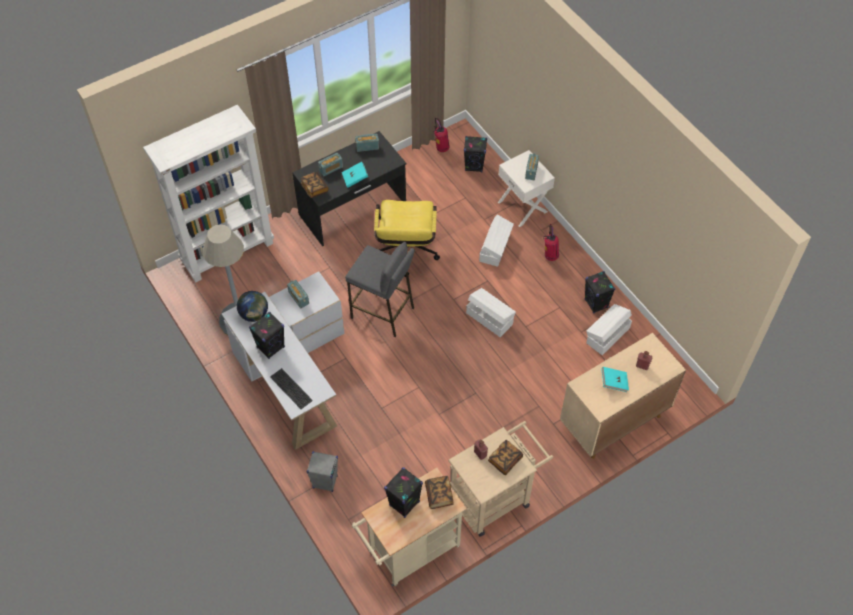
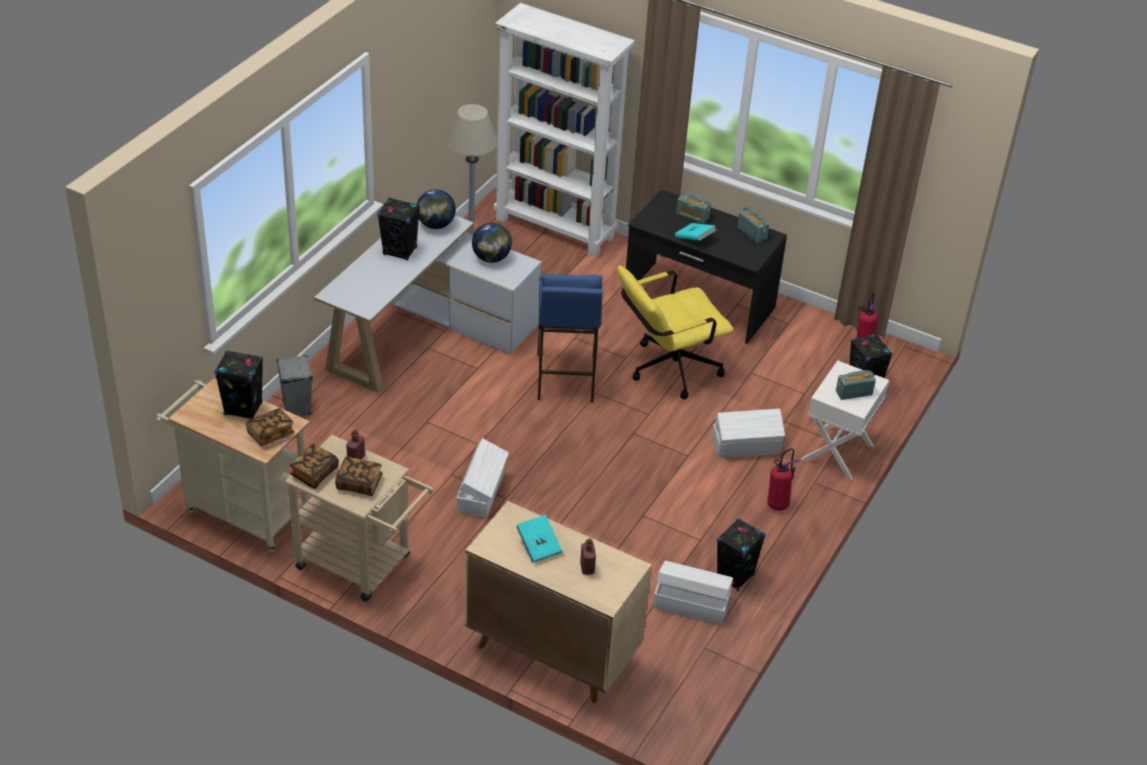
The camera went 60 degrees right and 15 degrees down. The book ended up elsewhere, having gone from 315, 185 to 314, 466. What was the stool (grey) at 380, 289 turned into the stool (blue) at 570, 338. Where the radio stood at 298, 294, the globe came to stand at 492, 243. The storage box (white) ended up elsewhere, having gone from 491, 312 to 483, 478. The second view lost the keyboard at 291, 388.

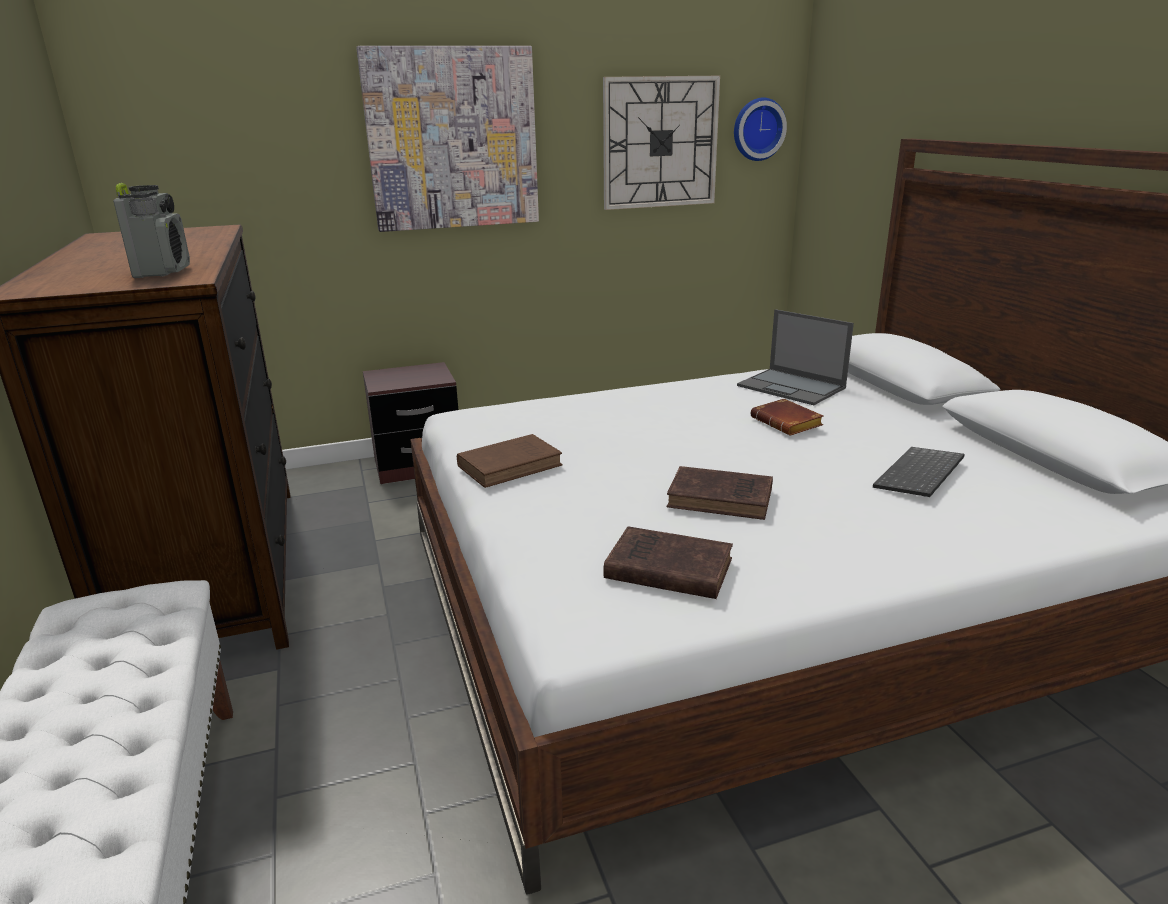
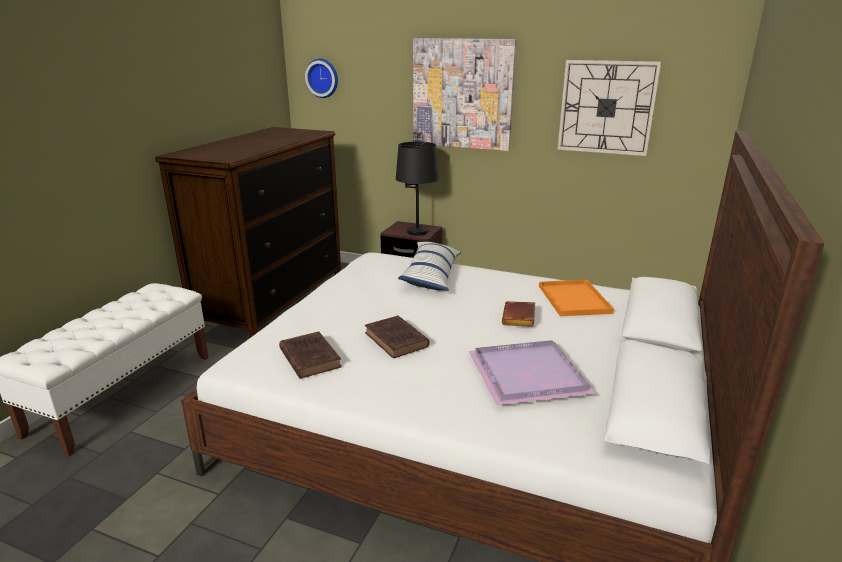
The camera went 40 degrees right and 0 degrees up. The wall clock ended up elsewhere, having gone from 760, 129 to 321, 78. The second view lost the radio at 151, 230. Where the laptop stood at 795, 357, the tray (orange) came to stand at 576, 298. The second view lost the book (brown) at 509, 461. Where the keyboard stood at 918, 472, the tray (purple) came to stand at 532, 373. The second view gained the table lamp (black) at 417, 188. The second view gained the pillow at 429, 266.

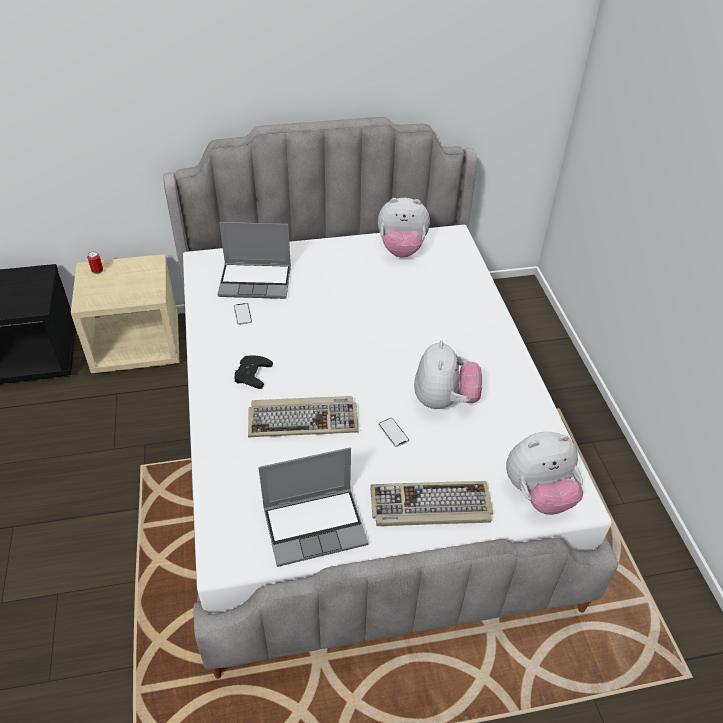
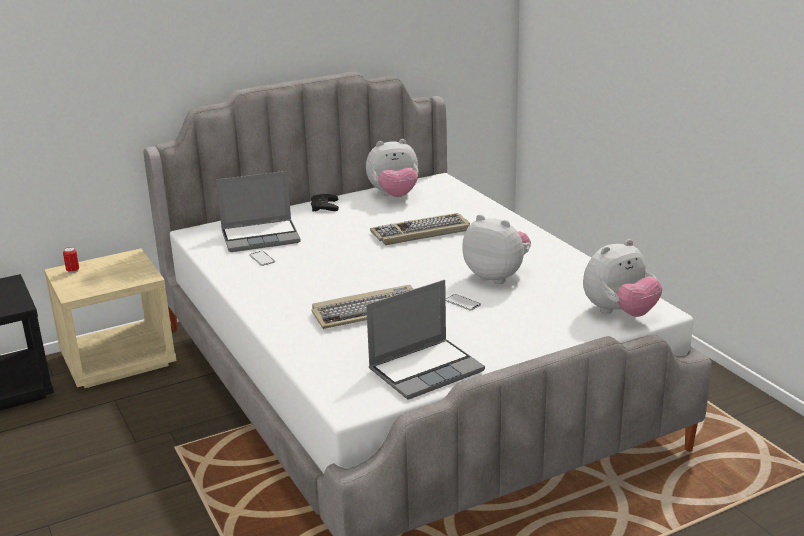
The camera went 15 degrees left and 20 degrees down. The plush toy at 448, 374 ended up facing another way, 45 degrees counterclockwise from before. The game controller (black) ended up elsewhere, having gone from 253, 372 to 325, 203. The keyboard ended up elsewhere, having gone from 431, 503 to 420, 229.

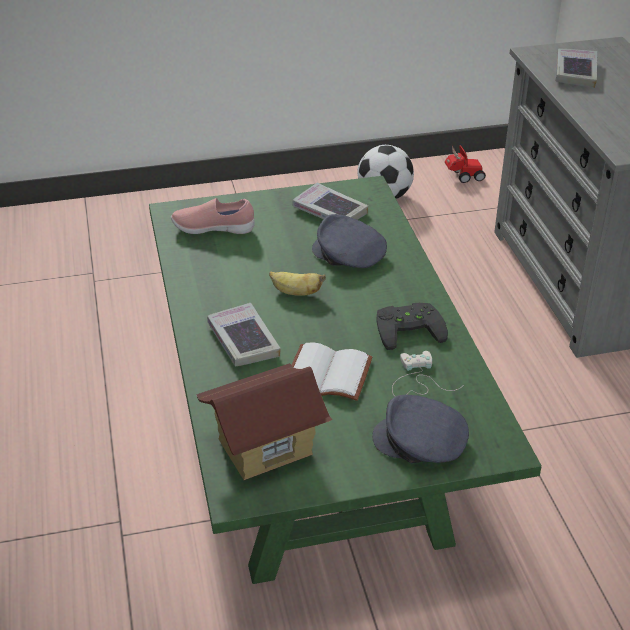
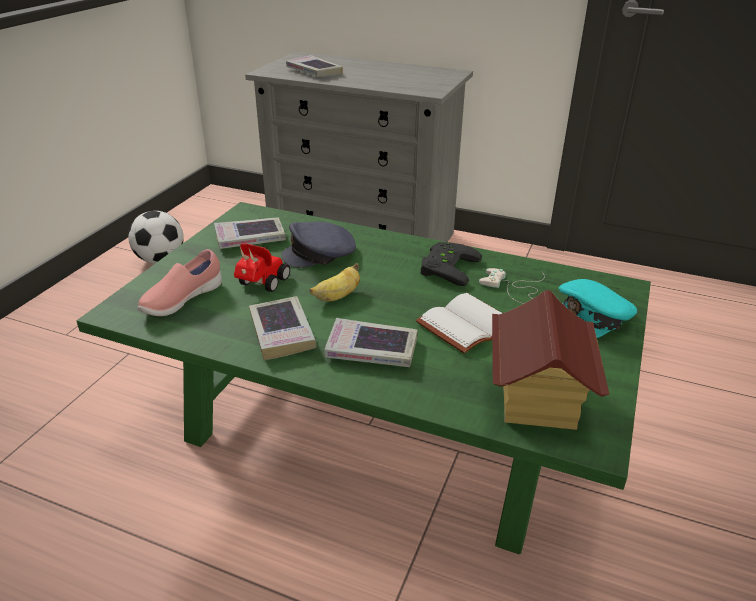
The camera went 55 degrees left and 5 degrees down. The toy car ended up elsewhere, having gone from 465, 164 to 262, 267. What was the cap (grey) at 420, 429 turned into the cap (turquoise) at 598, 308. The second view gained the book at 282, 328.

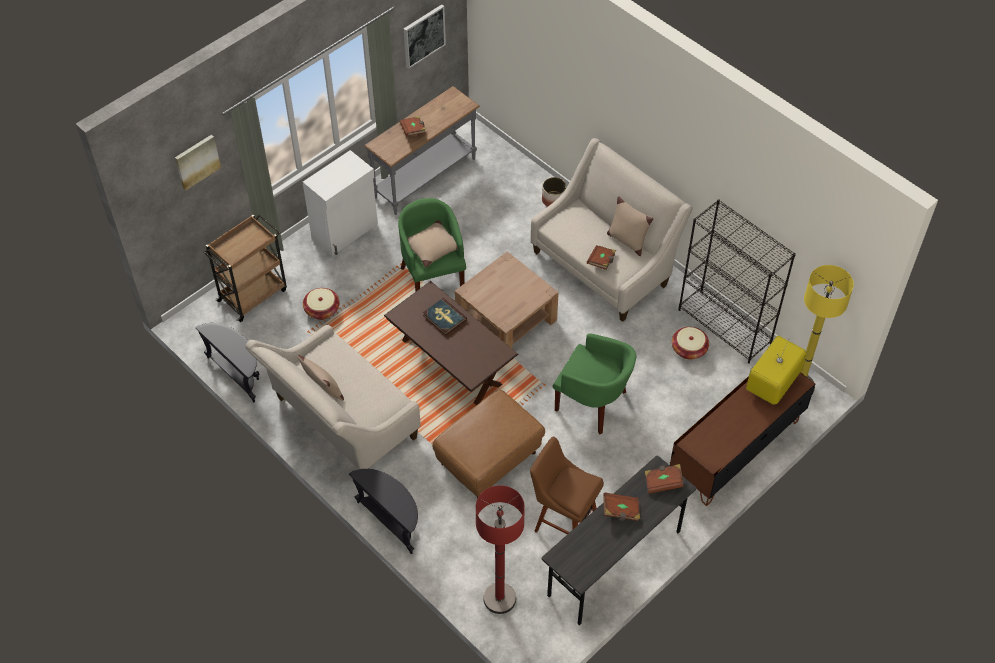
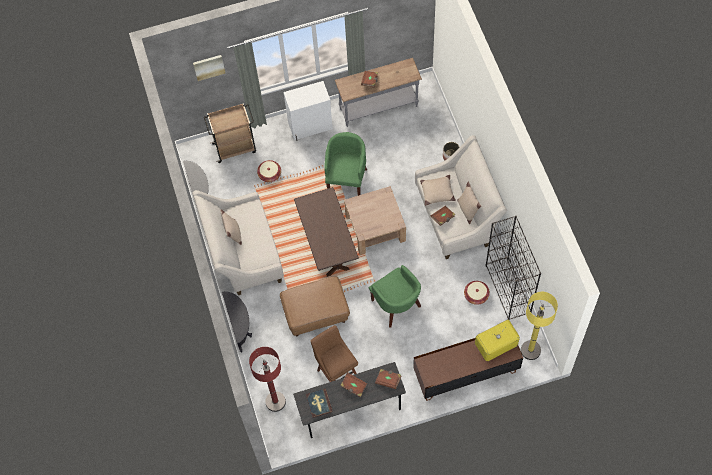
The camera went 30 degrees right and 10 degrees up. The second view lost the picture at 425, 37. The pillow (beige) ended up elsewhere, having gone from 435, 243 to 438, 190. The book ended up elsewhere, having gone from 445, 317 to 319, 403.

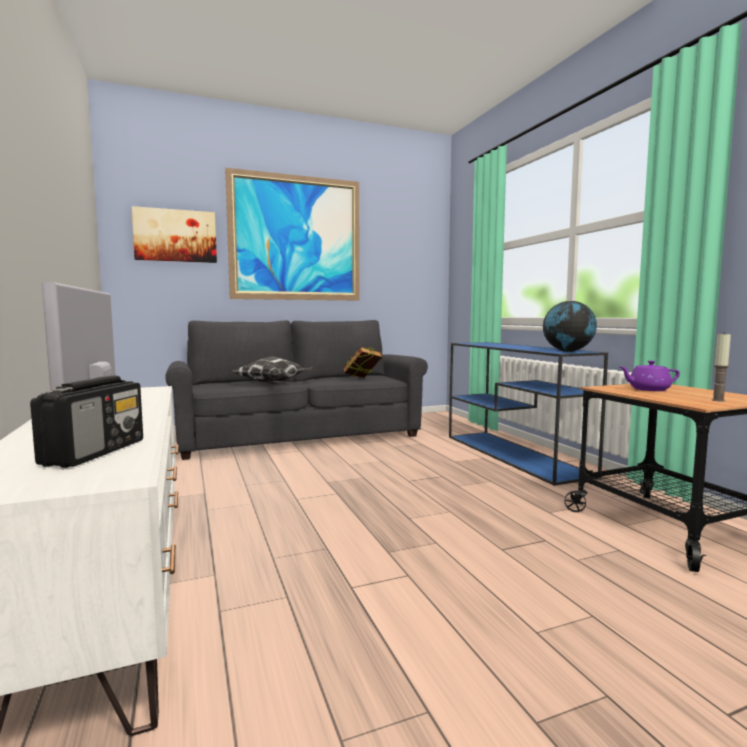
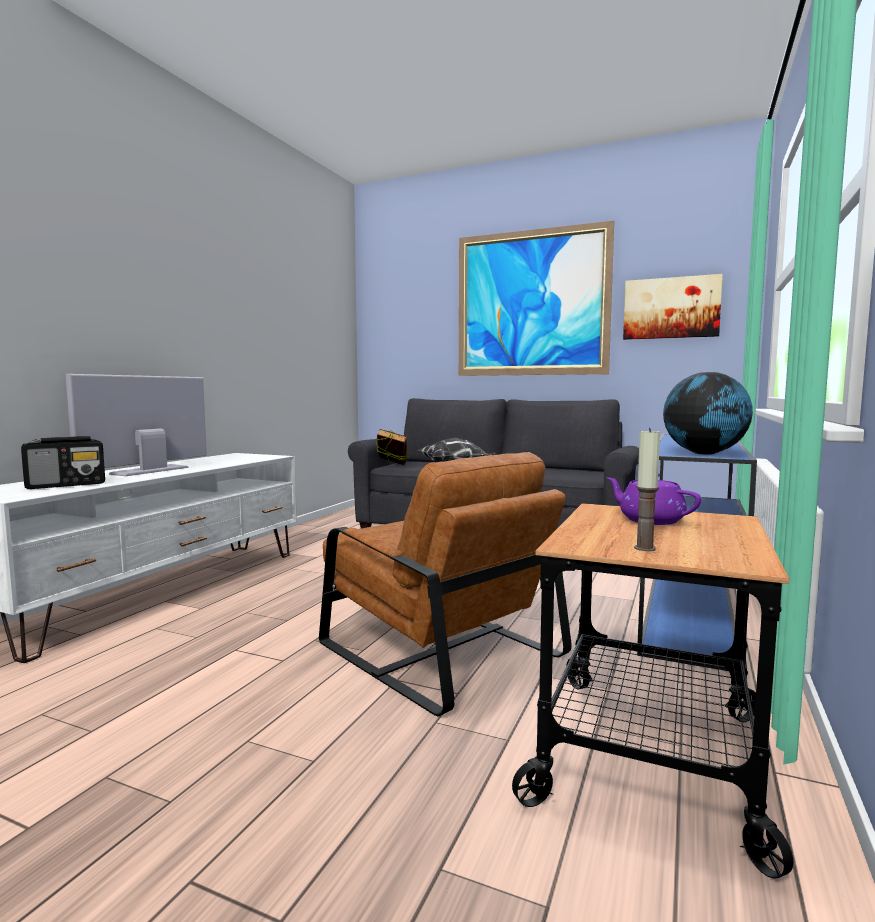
The camera went 45 degrees right and 0 degrees up. The picture ended up elsewhere, having gone from 174, 234 to 673, 307. The book ended up elsewhere, having gone from 362, 362 to 392, 447. The second view gained the armchair (brown) at 445, 584.

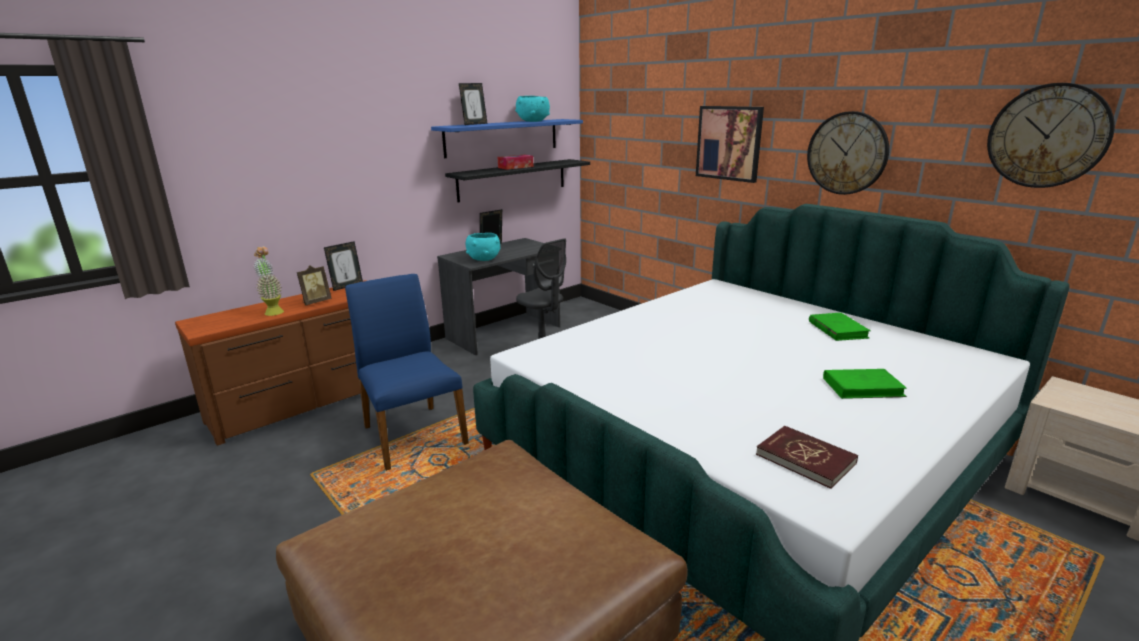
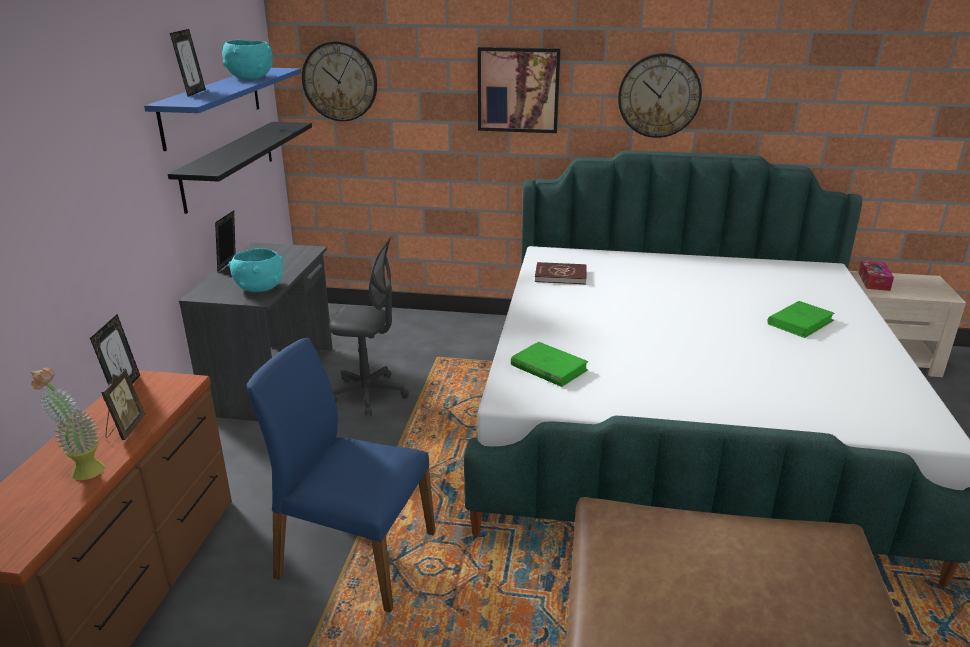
The camera went 40 degrees left and 5 degrees up. The wall clock ended up elsewhere, having gone from 1051, 135 to 339, 81. The tissue box ended up elsewhere, having gone from 515, 162 to 876, 275. The book (green) ended up elsewhere, having gone from 840, 327 to 550, 364. The book (red) ended up elsewhere, having gone from 807, 457 to 561, 273.

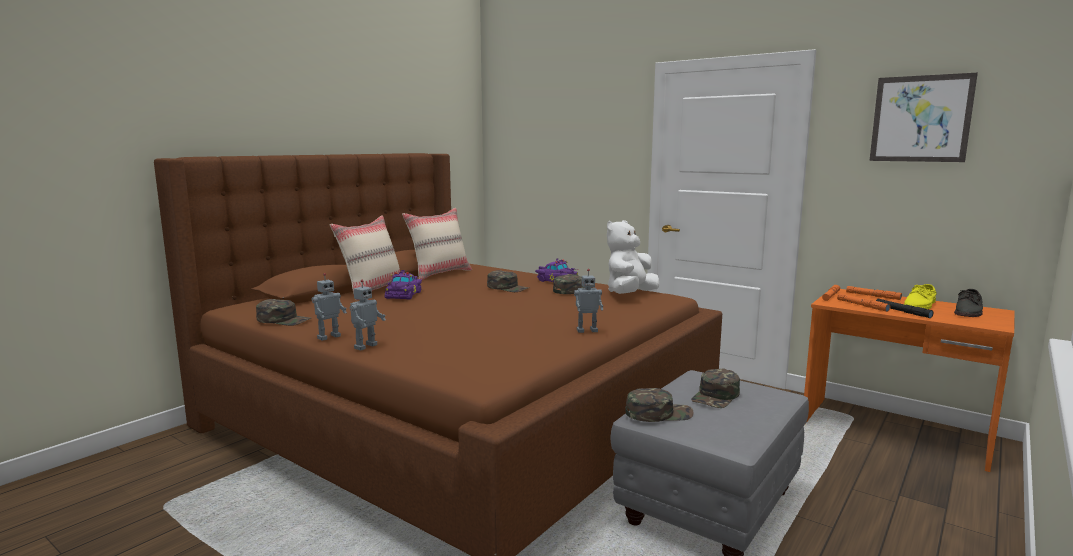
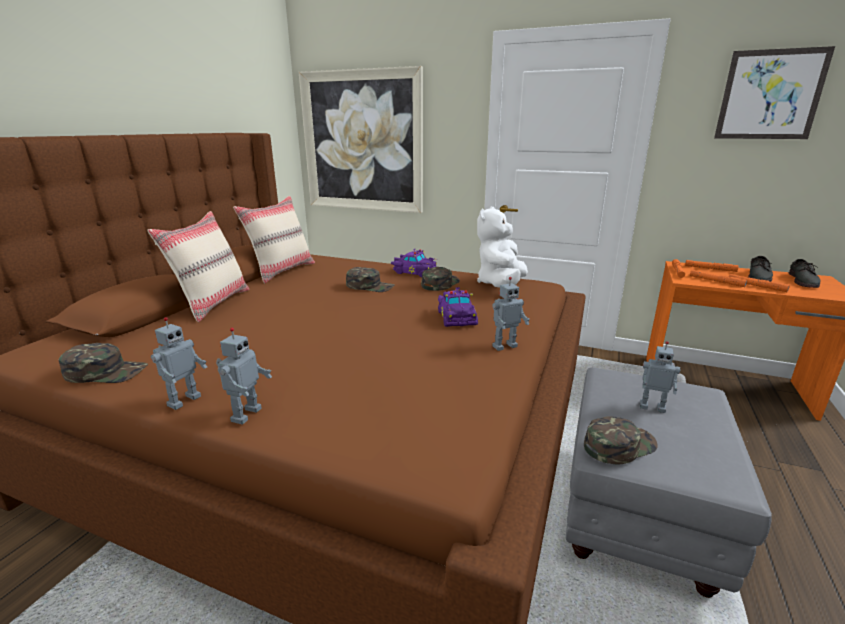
The camera went 15 degrees left and 10 degrees up. The toy car (purple) ended up elsewhere, having gone from 403, 284 to 458, 307. What was the shoe (yellow) at 920, 296 turned into the shoe (grey) at 760, 269. What was the flashlight (black) at 904, 308 turned into the flashlight (orange) at 759, 283. Where the cap (green) stood at 715, 388, the toy robot came to stand at 660, 377. The second view gained the picture at 361, 139.

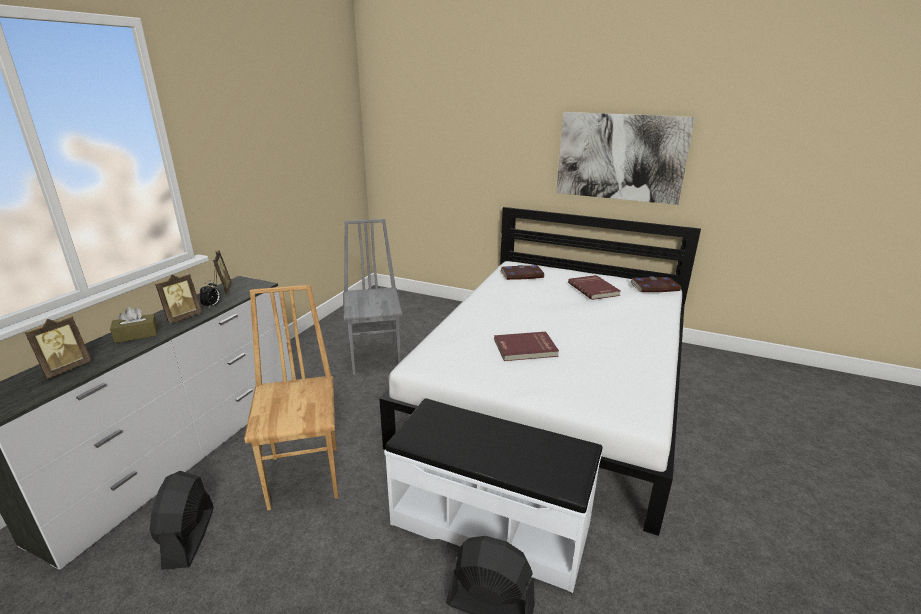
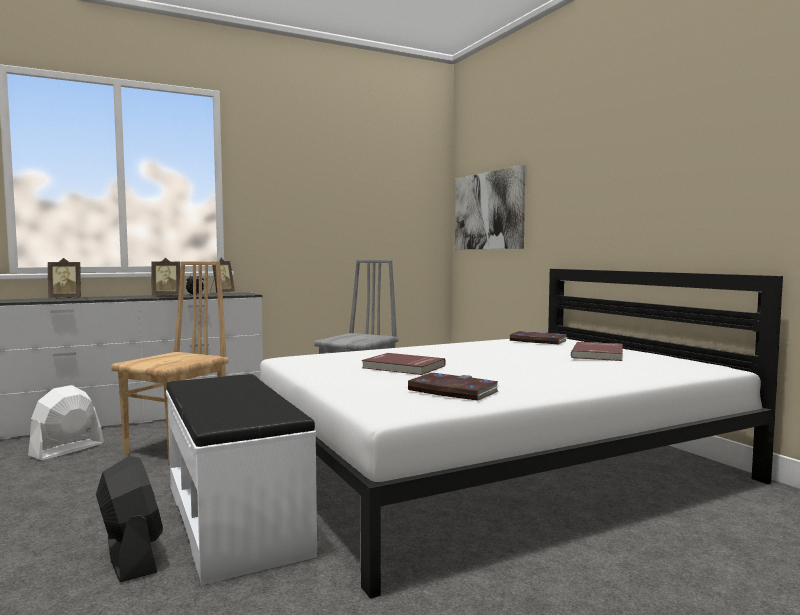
The camera went 40 degrees right and 20 degrees down. The picture ended up elsewhere, having gone from 625, 158 to 490, 207. The book ended up elsewhere, having gone from 655, 284 to 453, 387. The second view lost the tissue box (brown) at 134, 325. What was the fan (black) at 181, 520 turned into the fan (white) at 66, 422.

